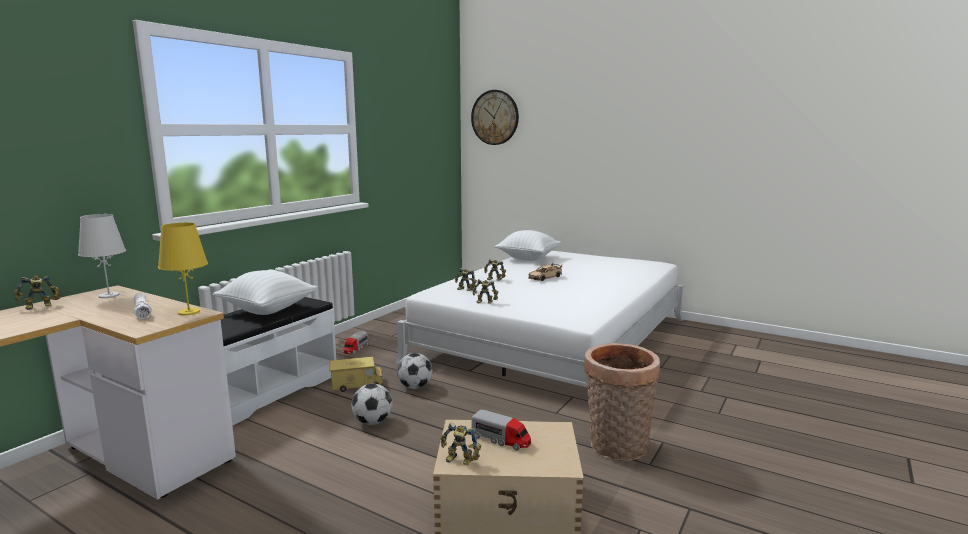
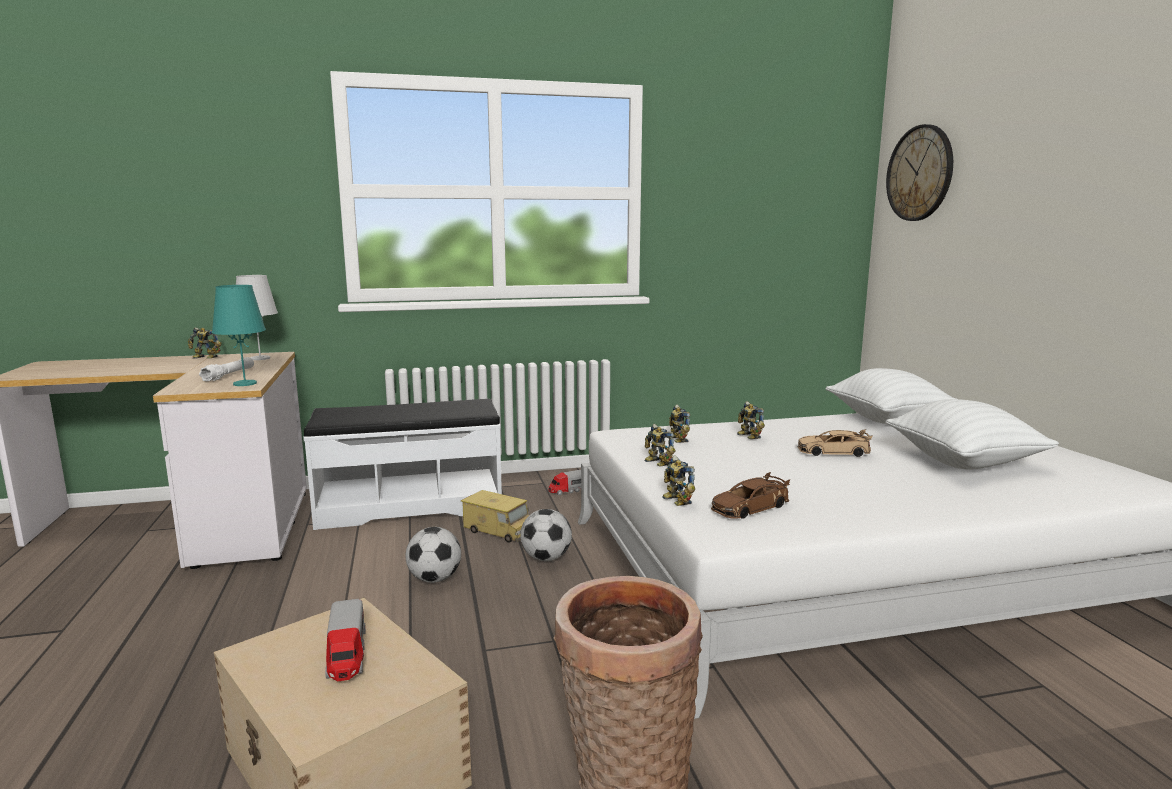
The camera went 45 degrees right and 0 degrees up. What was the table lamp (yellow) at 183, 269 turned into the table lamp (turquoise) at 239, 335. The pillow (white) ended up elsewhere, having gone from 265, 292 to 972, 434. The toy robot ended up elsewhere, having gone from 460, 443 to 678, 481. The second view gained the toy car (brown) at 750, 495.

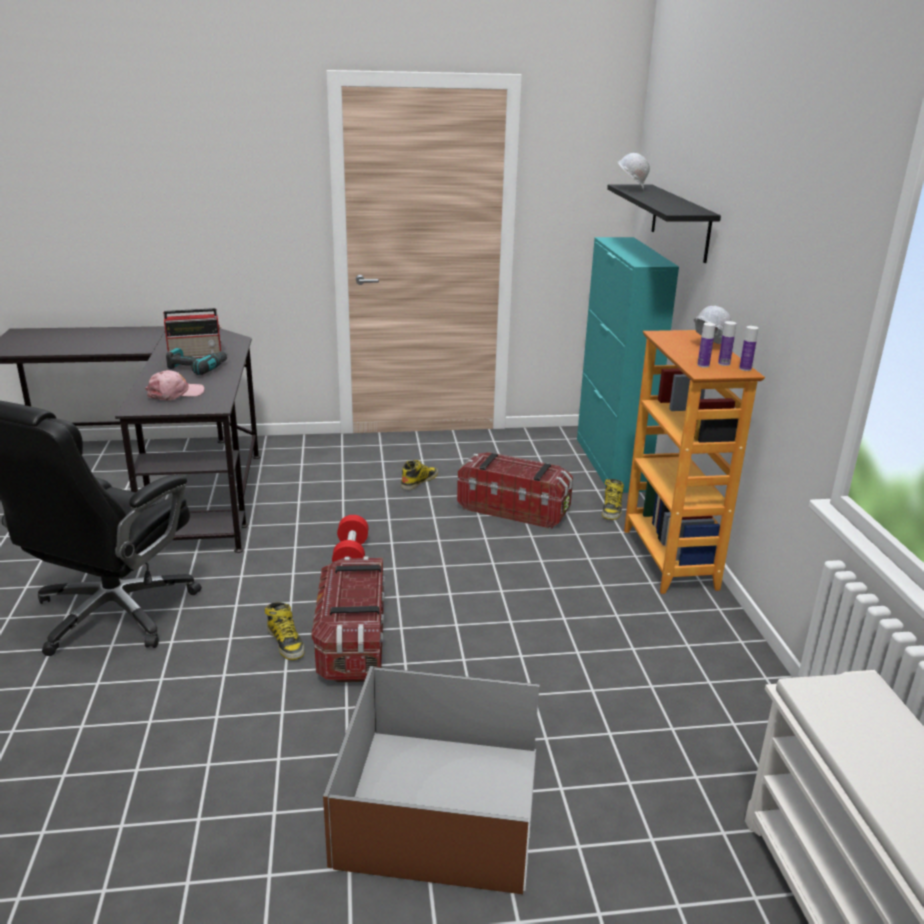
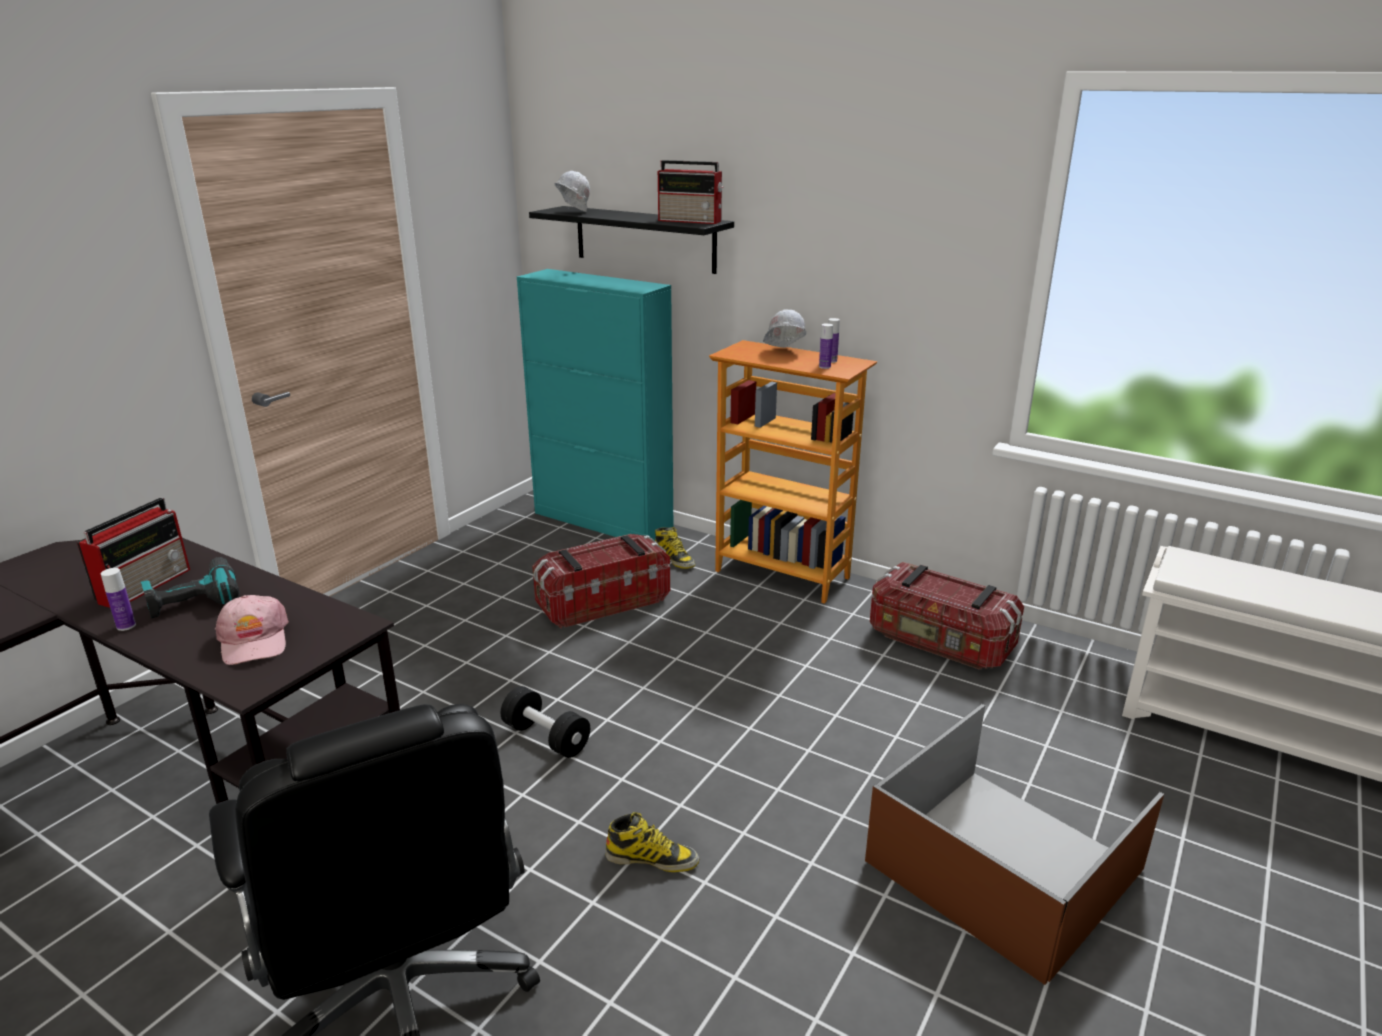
The camera went 50 degrees left and 0 degrees up. The bottle ended up elsewhere, having gone from 748, 348 to 118, 599. The cap (pink) at 174, 385 ended up facing another way, 150 degrees clockwise from before. The second view lost the boot at 419, 475. What was the dumbbell (red) at 350, 538 turned into the dumbbell (black) at 545, 722. The storage box ended up elsewhere, having gone from 348, 619 to 947, 616. The second view gained the radio at 690, 192.

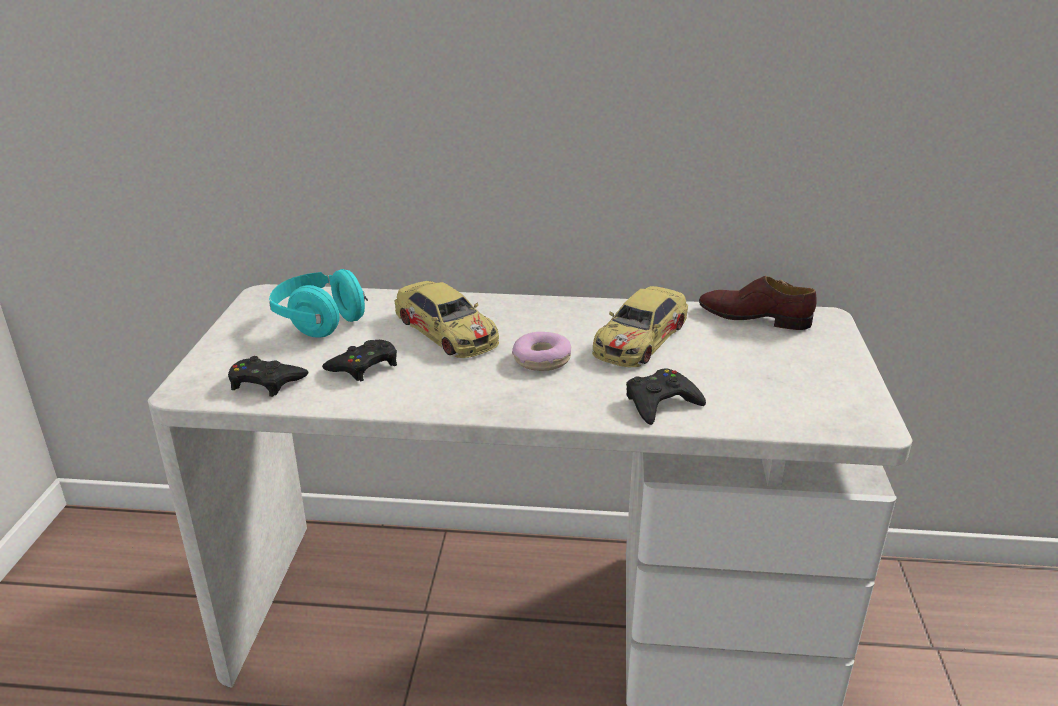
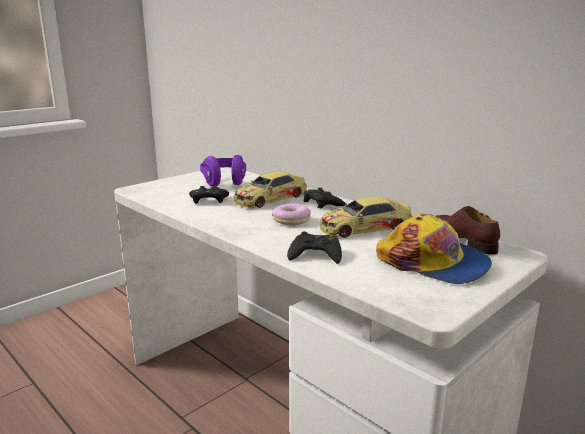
The camera went 40 degrees right and 10 degrees down. What was the headphones (turquoise) at 318, 303 turned into the headphones (purple) at 223, 171. The toy car at 447, 319 ended up facing another way, 45 degrees clockwise from before. The game controller (black) ended up elsewhere, having gone from 268, 376 to 324, 198. The second view gained the cap at 434, 249.

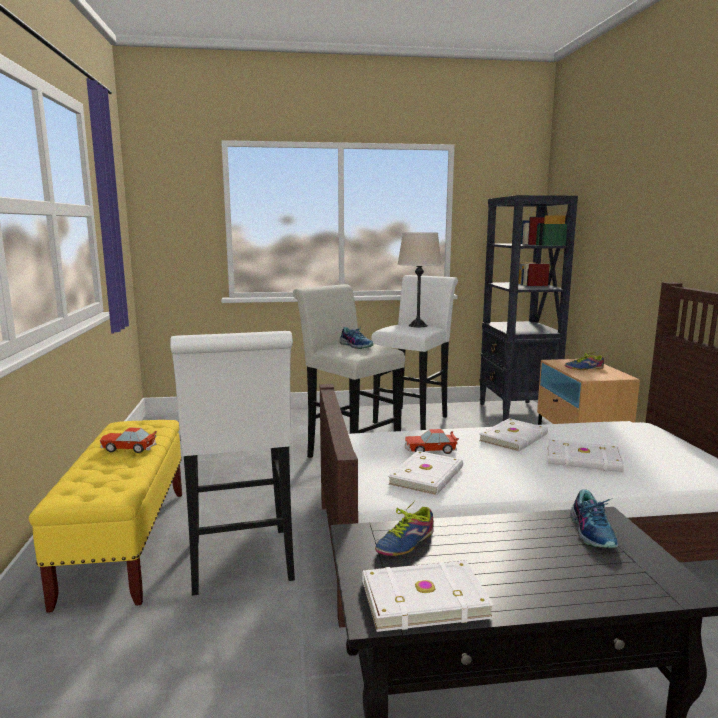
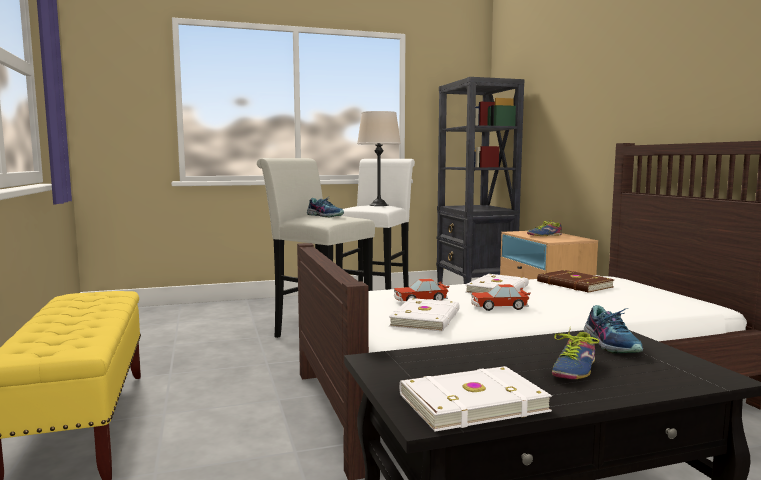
The camera went 10 degrees left and 5 degrees down. The second view lost the stool (white) at 232, 463. The toy car ended up elsewhere, having gone from 128, 440 to 500, 297. The second view lost the book (white) at 586, 455. The shoe ended up elsewhere, having gone from 404, 528 to 575, 354. The second view gained the book (brown) at 575, 281.

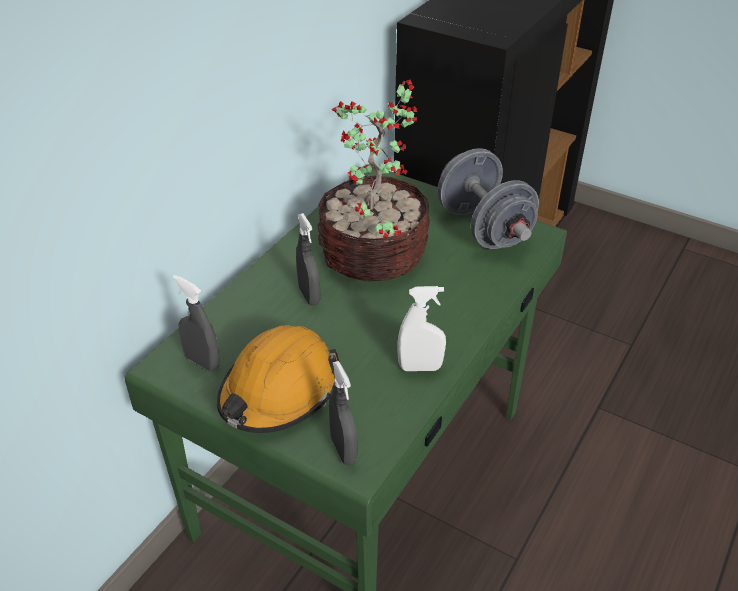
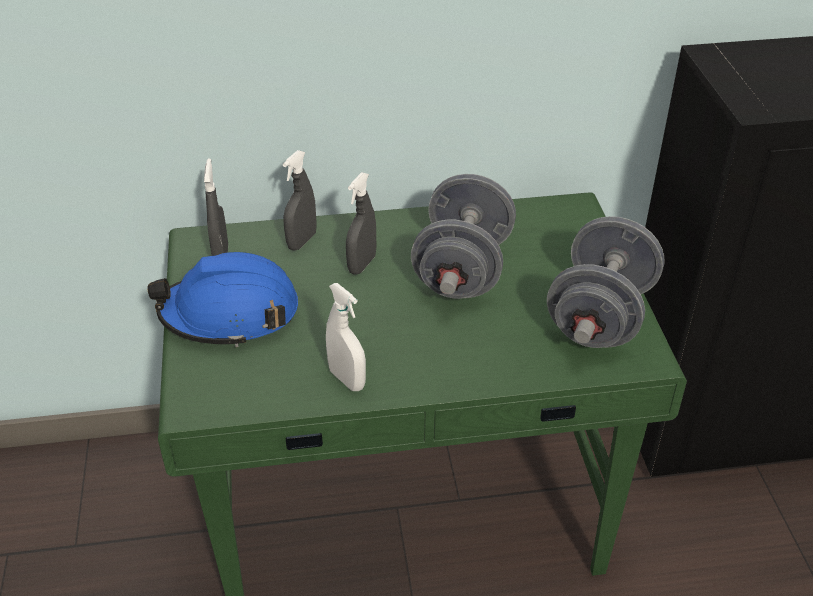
The camera went 50 degrees right and 0 degrees up. Where the potted plant stood at 374, 180, the dumbbell (grey) came to stand at 463, 236. What was the hard hat (orange) at 278, 379 turned into the hard hat (blue) at 223, 299. The spray bottle (grey) ended up elsewhere, having gone from 343, 413 to 300, 200.

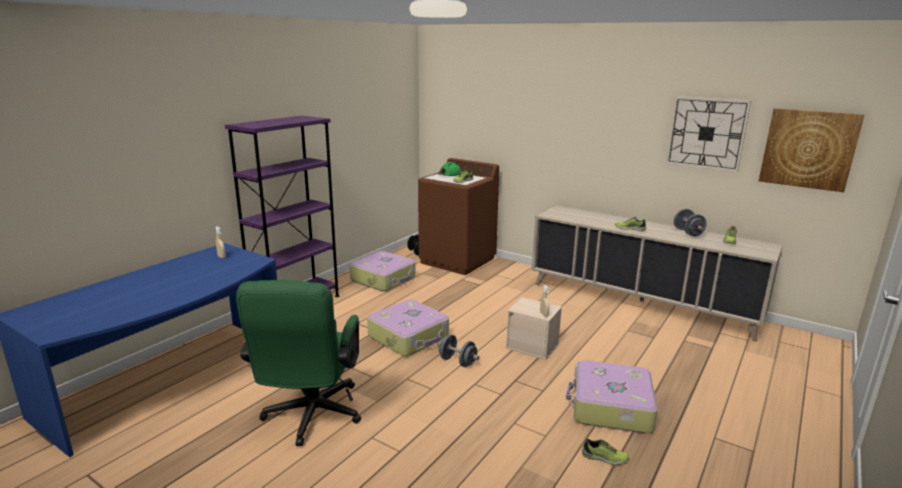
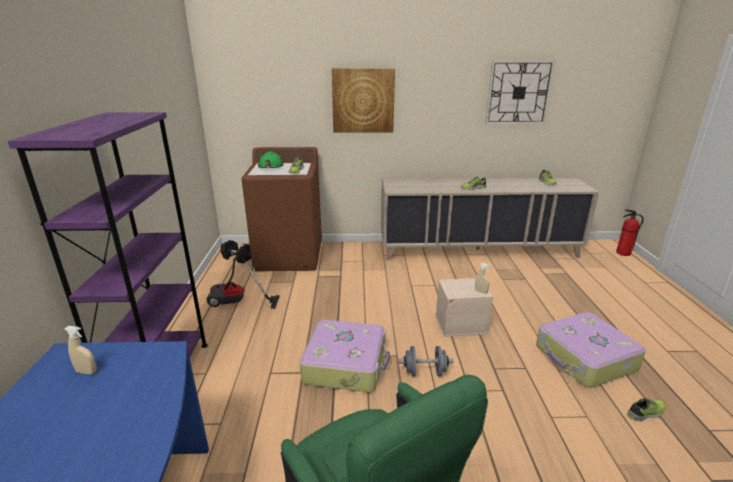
The camera went 35 degrees left and 5 degrees up. The picture ended up elsewhere, having gone from 811, 150 to 363, 100. The second view lost the dumbbell (grey) at 690, 222. Where the suitcase stood at 383, 271, the vacuum cleaner came to stand at 243, 282. The second view gained the fire extinguisher at 630, 233.

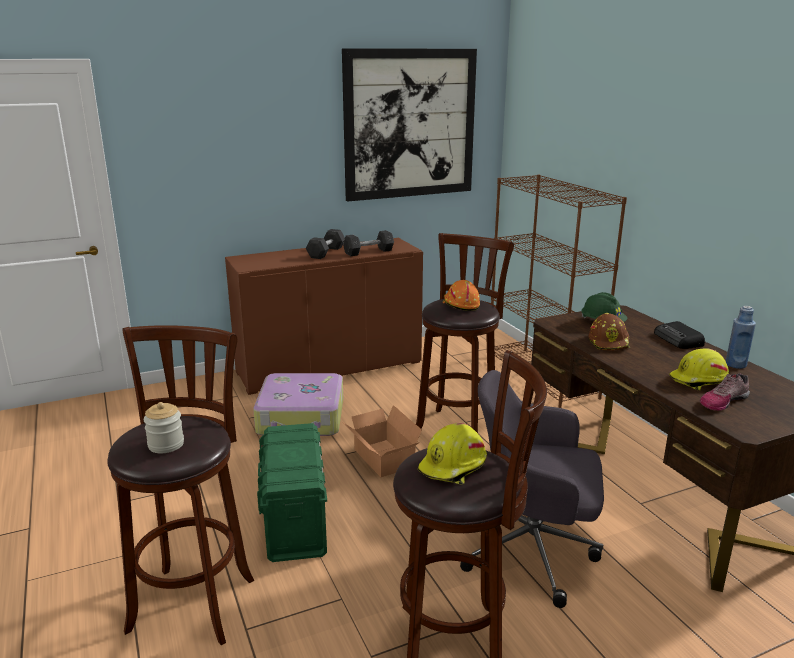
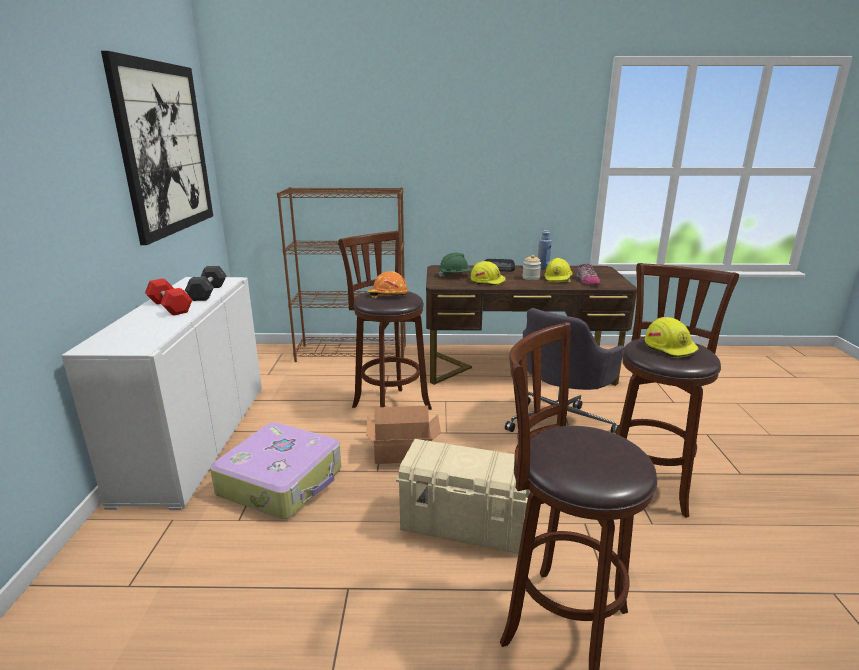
The camera went 65 degrees left and 0 degrees up. What was the dumbbell (grey) at 325, 244 turned into the dumbbell (red) at 168, 297. What was the cabinet (brown) at 324, 316 turned into the cabinet (white) at 161, 393. What was the hard hat (brown) at 609, 332 turned into the hard hat (yellow) at 488, 273. The jar ended up elsewhere, having gone from 164, 427 to 531, 267. What was the storage box (green) at 292, 492 turned into the storage box (beige) at 463, 496.

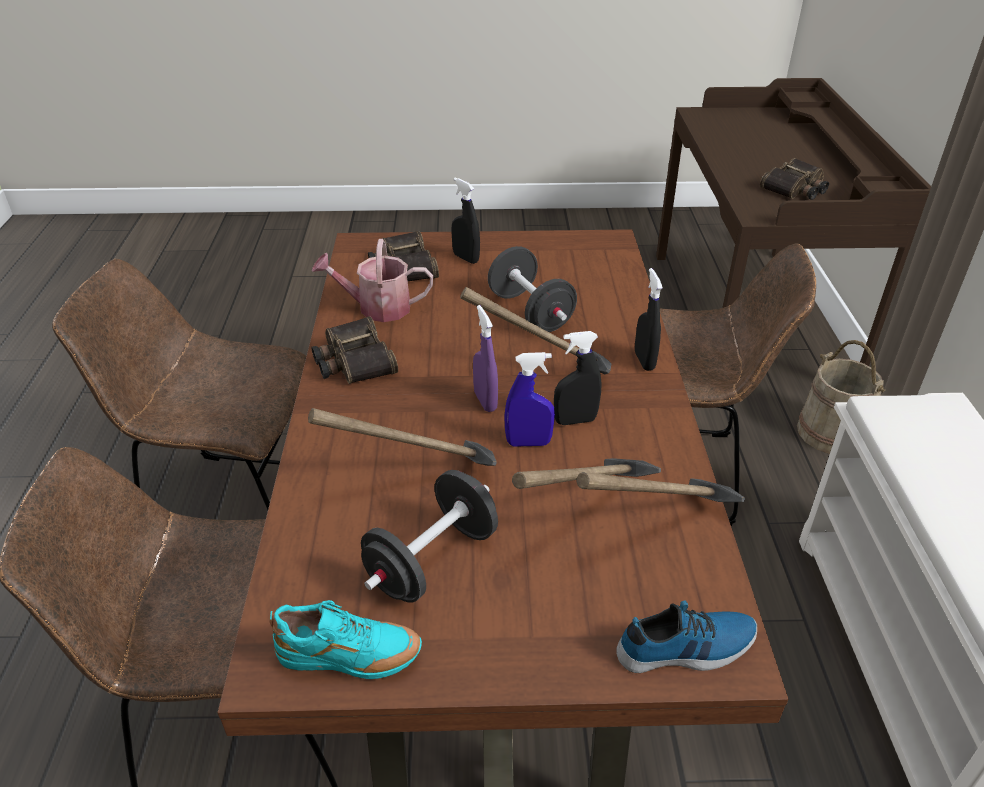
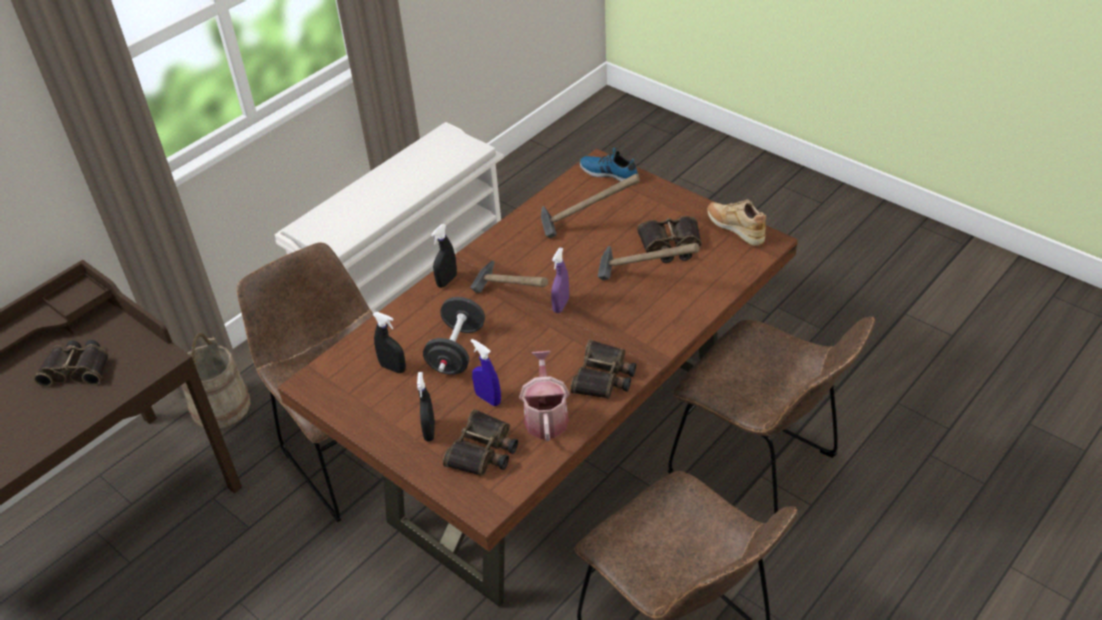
The camera went 135 degrees left and 5 degrees up. The watering can at 372, 280 ended up facing another way, 135 degrees counterclockwise from before. The spray bottle (black) ended up elsewhere, having gone from 577, 378 to 389, 342. The spray bottle (blue) ended up elsewhere, having gone from 529, 399 to 486, 372. Where the dumbbell (black) stood at 429, 536, the binoculars came to stand at 669, 239. The second view lost the hammer at 660, 487. What was the shoe (turquoise) at 346, 639 turned into the shoe (beige) at 737, 222.

